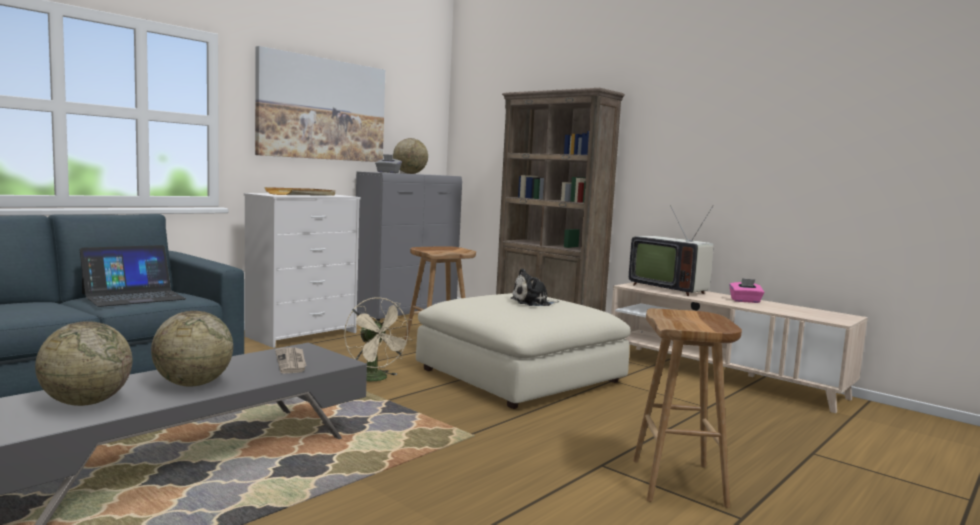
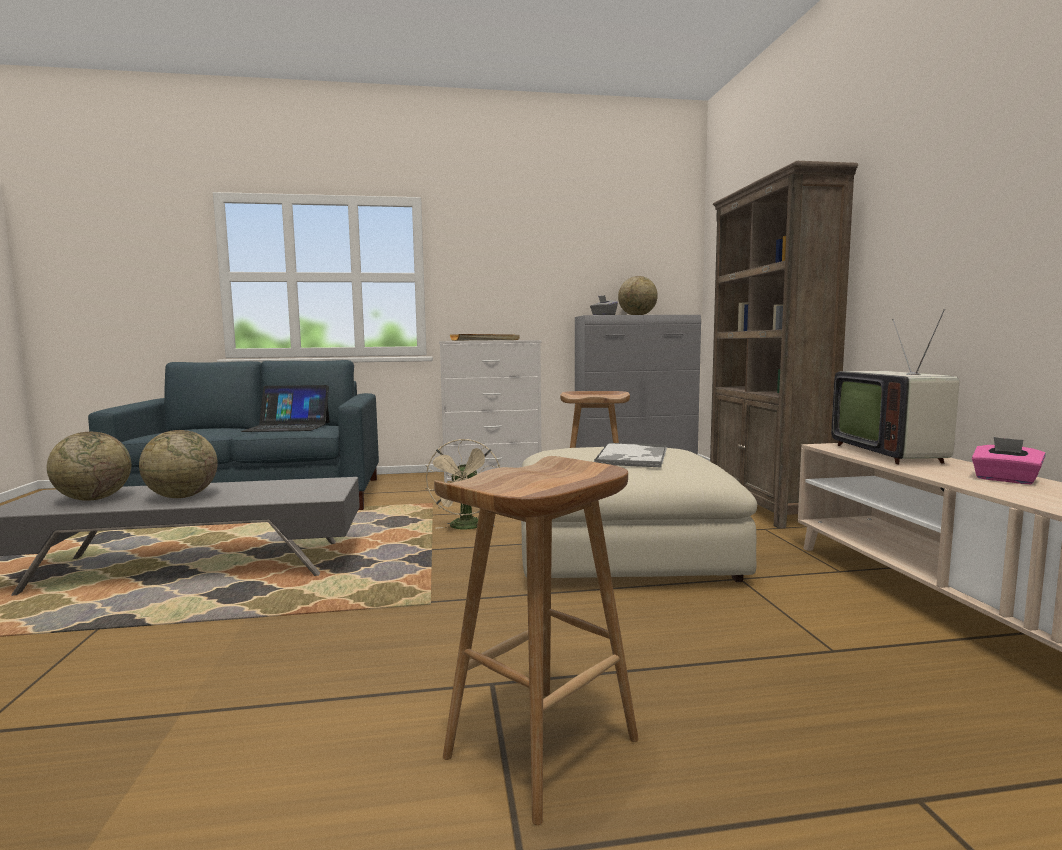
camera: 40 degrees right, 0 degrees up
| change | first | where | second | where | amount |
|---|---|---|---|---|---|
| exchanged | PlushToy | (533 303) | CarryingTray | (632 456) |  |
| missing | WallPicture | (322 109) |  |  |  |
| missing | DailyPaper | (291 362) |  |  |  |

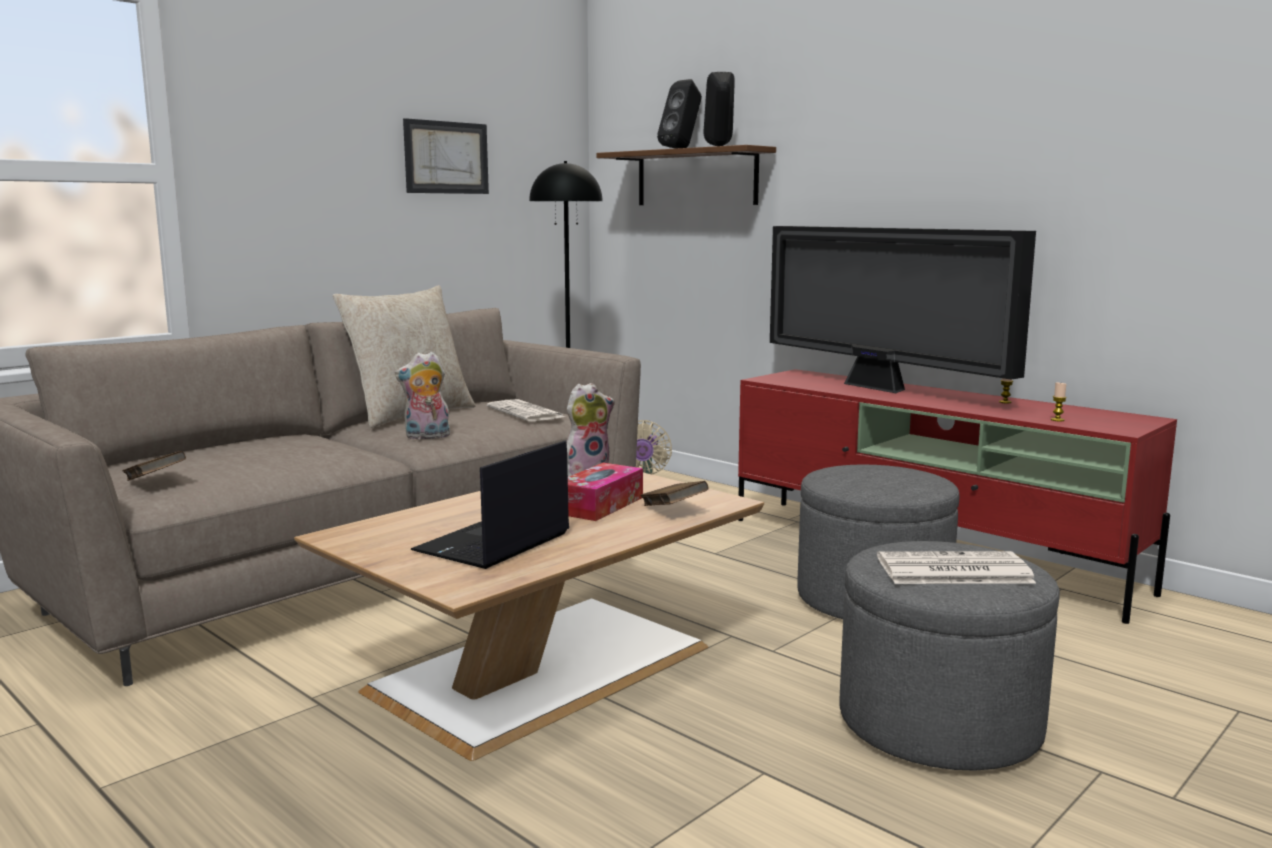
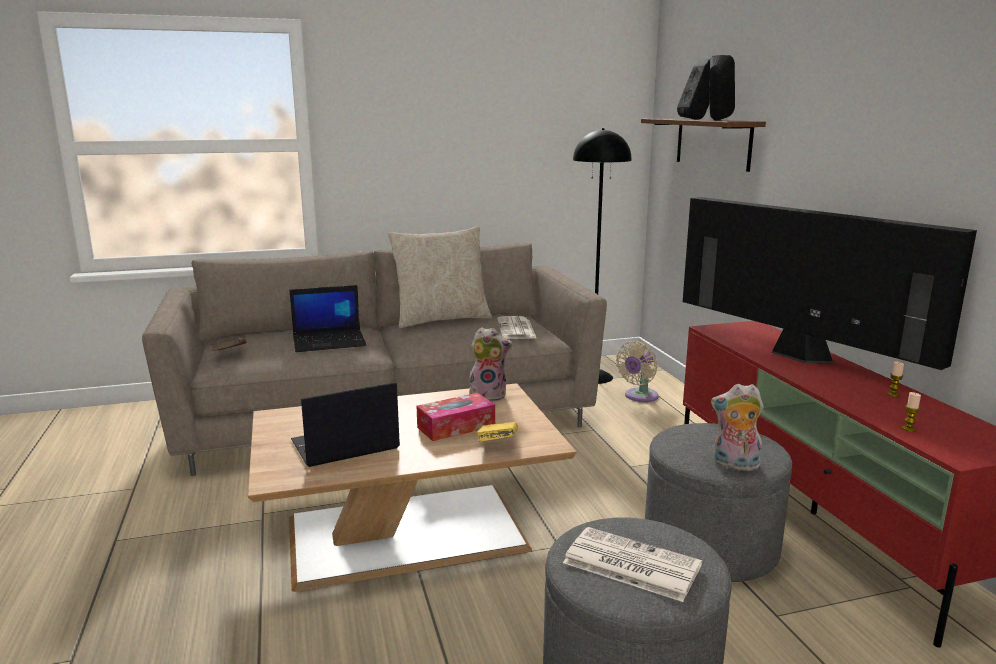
camera: 30 degrees right, 5 degrees up
| change | first | where | second | where | amount |
|---|---|---|---|---|---|
| appeared |  |  | PortableComputer | (330 341) |  |
| colour | BrownColouredBoundBook | (673 510) | YellowBoundBook | (497 444) |  |
| spun | Tv | (879 388) |  | (795 355) | 150 degrees clockwise |
| relocated | PlushToy | (426 437) |  | (734 465) |  |
| missing | WallPicture | (446 157) |  |  |  |

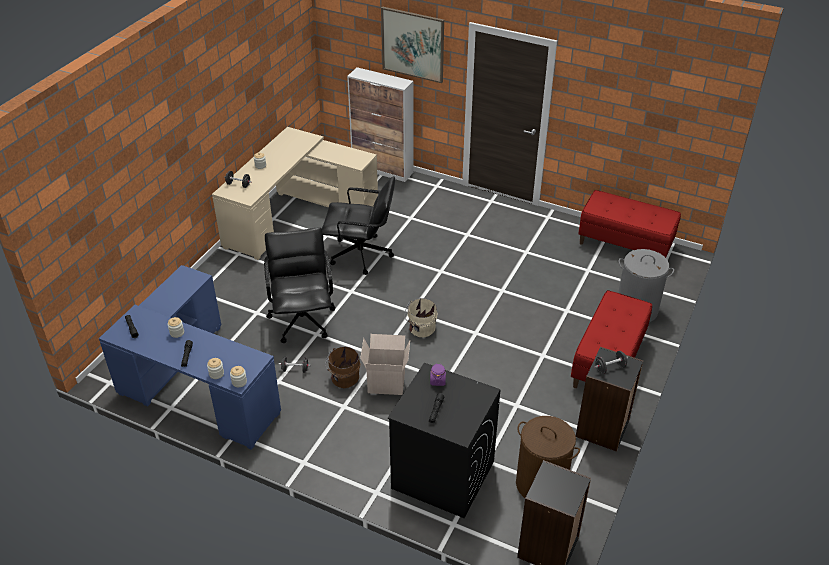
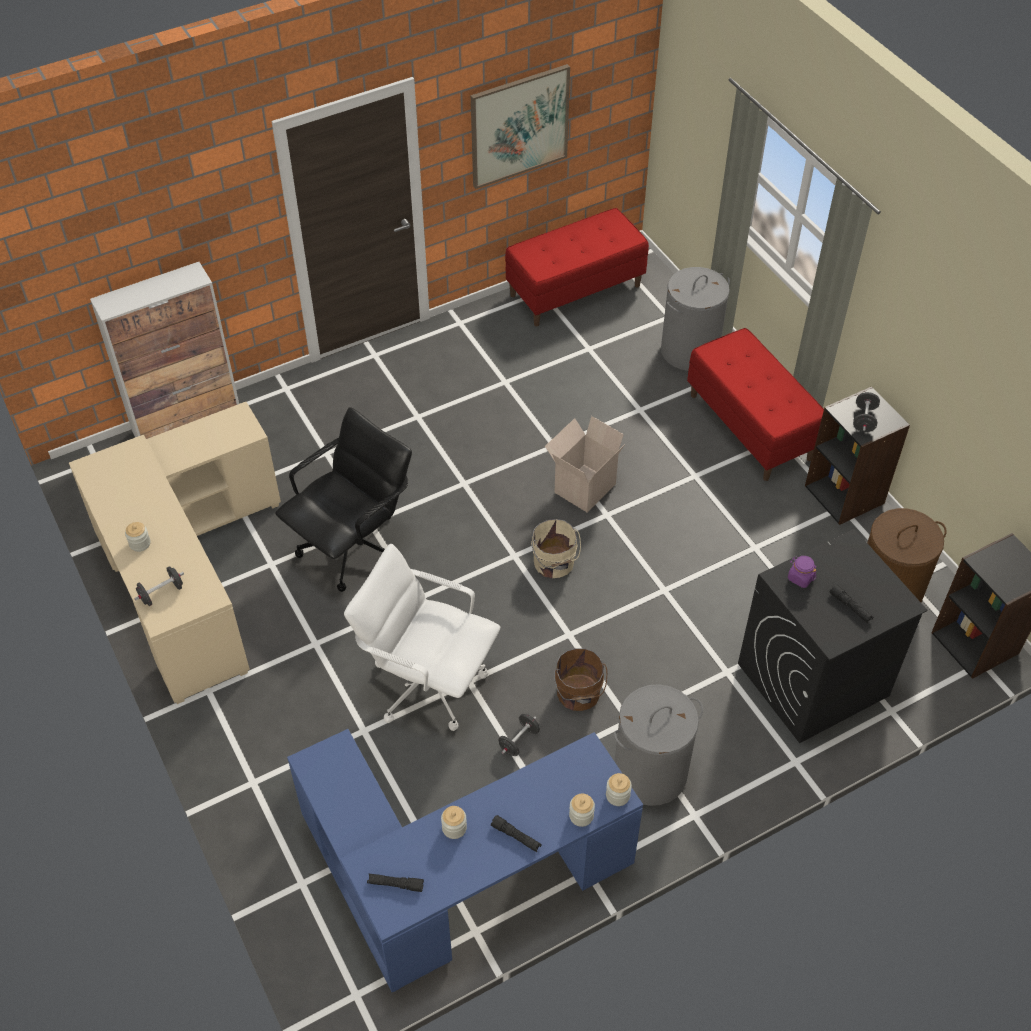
camera: 55 degrees left, 10 degrees up
| change | first | where | second | where | amount |
|---|---|---|---|---|---|
| colour | BlackOfficeChair | (303 320) | WhiteOfficeChair | (428 683) |  |
| relocated | WallPicture | (413 44) |  | (519 126) |  |
| relocated | PackingBox | (387 382) |  | (584 487) |  |
| appeared |  |  | GreyLaundryBasket | (650 773) |  |

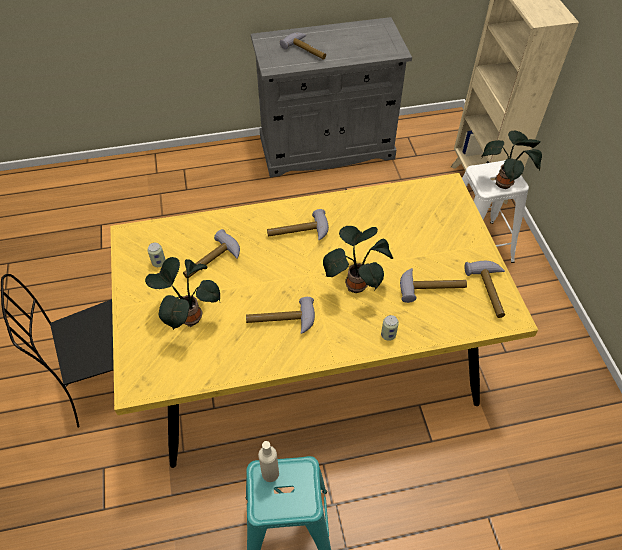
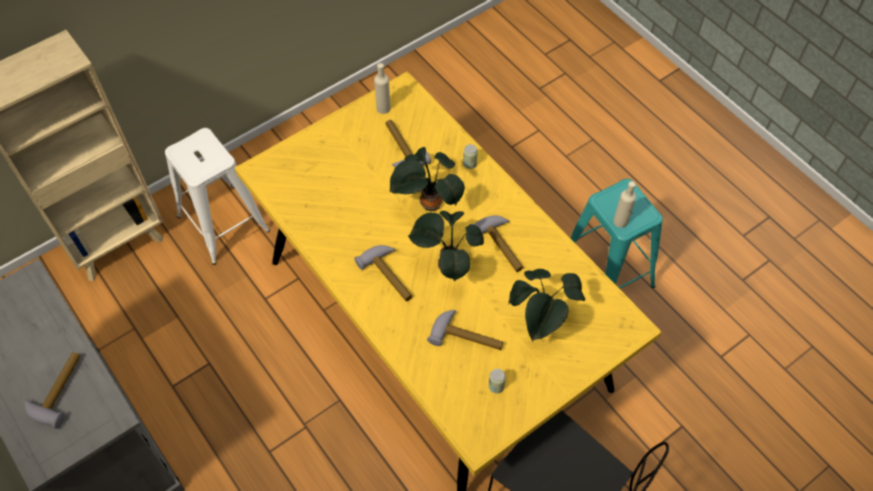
camera: 115 degrees left, 5 degrees up
| change | first | where | second | where | amount |
|---|---|---|---|---|---|
| exchanged | ToolHammer | (490 291) | BeigeDrinkBottle | (383 108) |  |
| relocated | Houseplant | (504 183) |  | (446 267) |  |

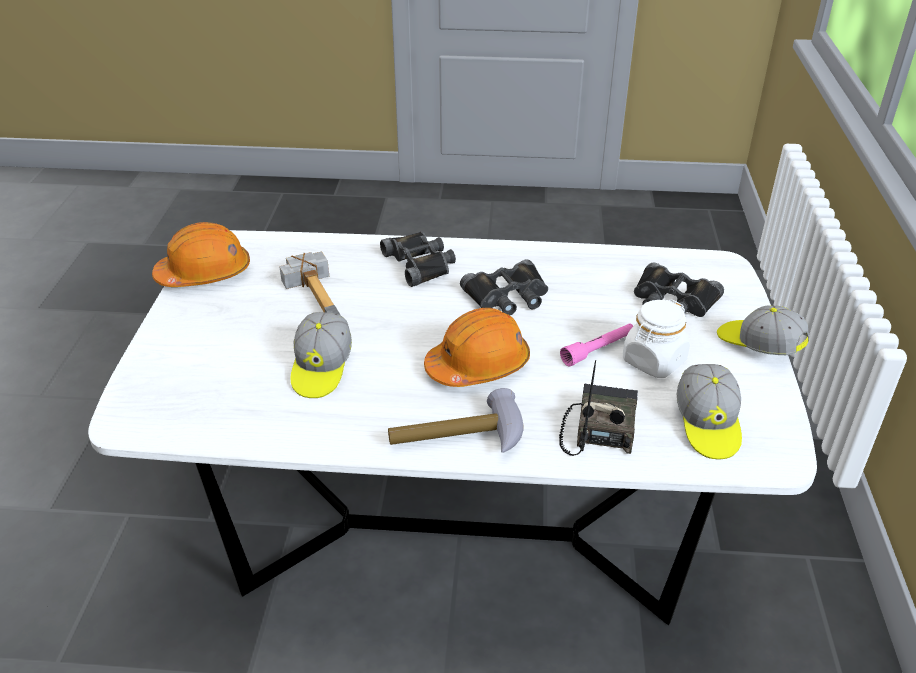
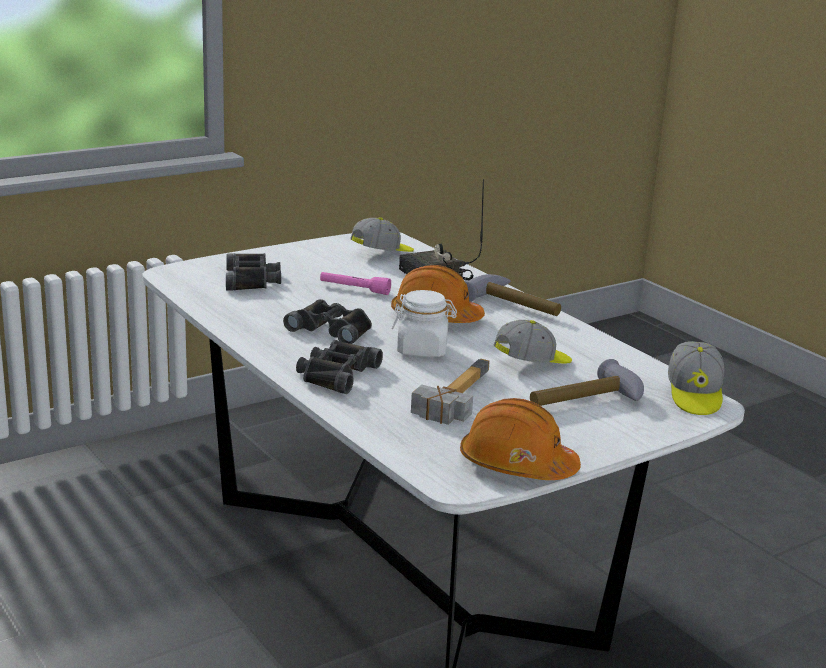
camera: 130 degrees left, 15 degrees down
| change | first | where | second | where | amount |
|---|---|---|---|---|---|
| relocated | WhiteJar | (653 361) |  | (422 350) |  |
| appeared |  |  | ToolHammer | (586 402) |  |
| relocated | Cap | (758 346) |  | (694 395) |  |

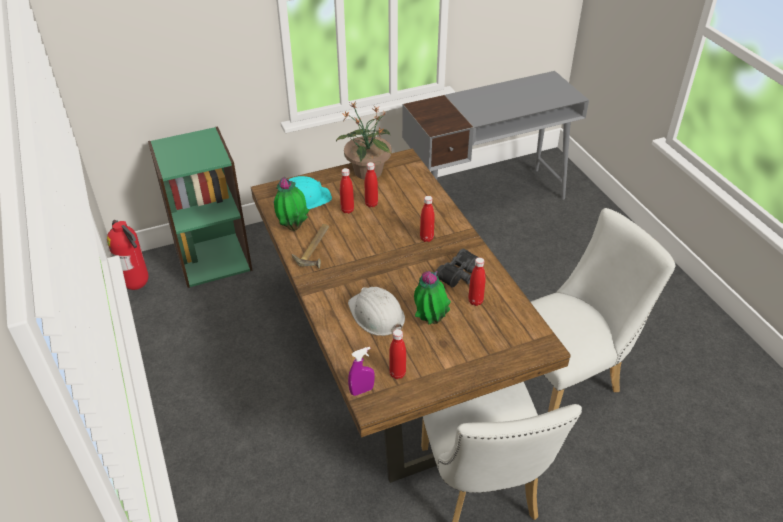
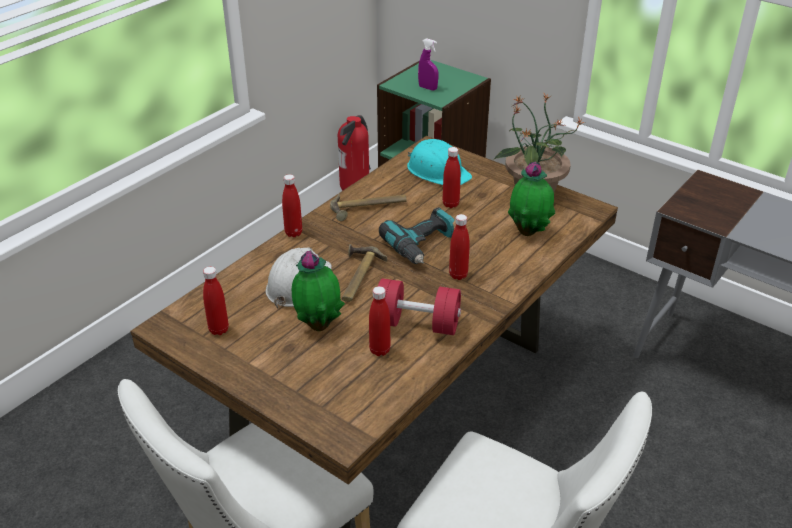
camera: 60 degrees right, 5 degrees down
| change | first | where | second | where | amount |
|---|---|---|---|---|---|
| relocated | ReddishDrinkBottle | (371 204) |  | (293 233) |  |
| appeared |  |  | ToolHammer | (356 277) |  |
| exchanged | BlackFieldGlasses | (461 275) | ReddishDumbbell | (417 324) |  |
| appeared |  |  | PowerDrill | (422 245) |  |
| relocated | PurpleColouredSprayer | (362 390) |  | (427 88) |  |
| relocated | Houseplant | (293 227) |  | (529 232) |  |

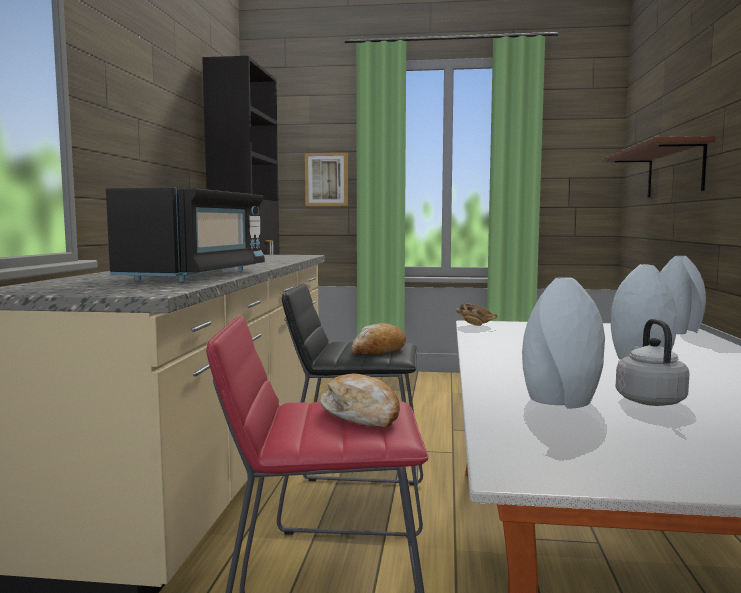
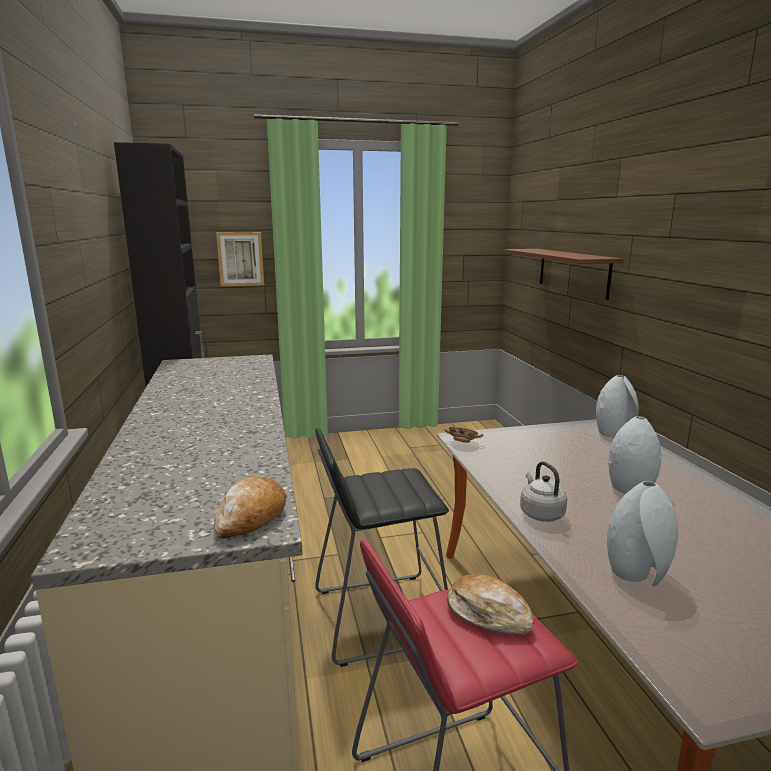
camera: 20 degrees left, 10 degrees up
| change | first | where | second | where | amount |
|---|---|---|---|---|---|
| relocated | BakedBread | (378 350) |  | (250 517) |  |
| relocated | GreyKettle | (648 400) |  | (540 513) |  |
| missing | BlackMicrowave | (196 275) |  |  |  |

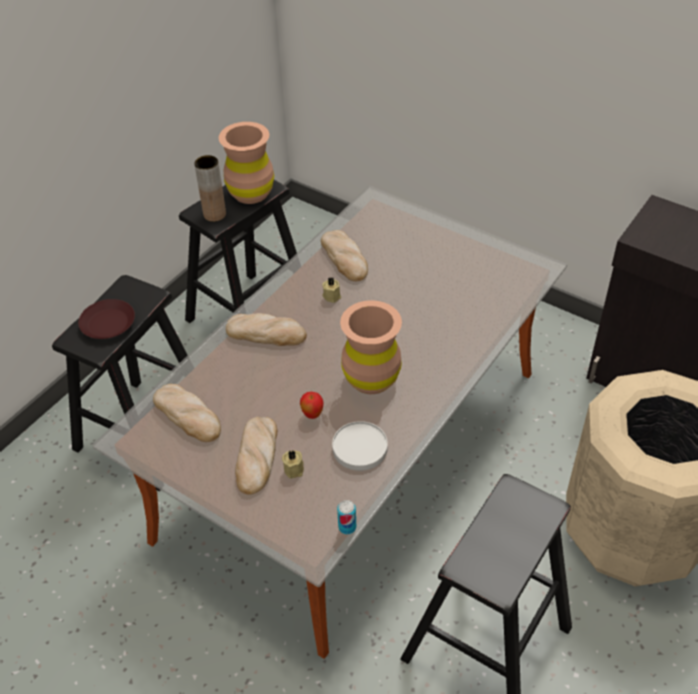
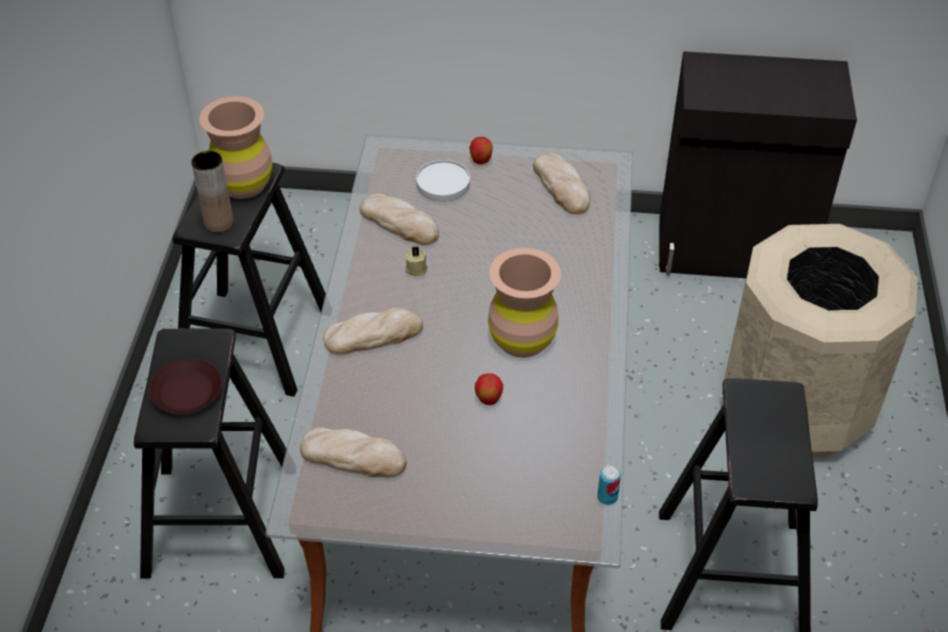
camera: 30 degrees left, 0 degrees up
| change | first | where | second | where | amount |
|---|---|---|---|---|---|
| relocated | WhiteDinnerPlate | (359 448) |  | (442 183) |  |
| appeared |  |  | WholeApple | (480 162) |  |
| relocated | BakedBread | (257 457) |  | (562 186) |  |
| missing | BeigeWaxLight | (294 469) |  |  |  |

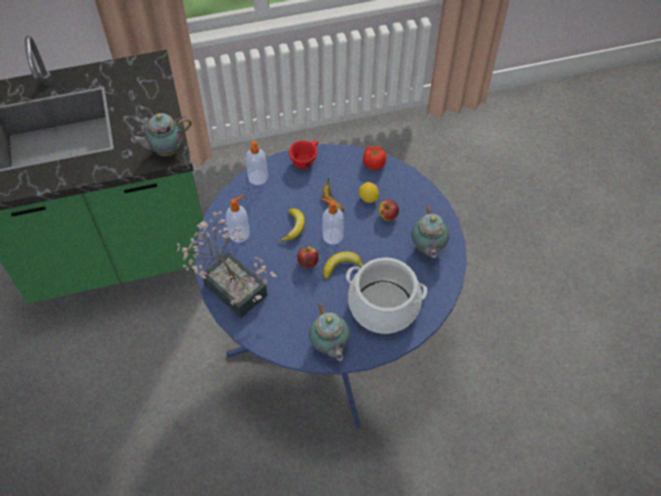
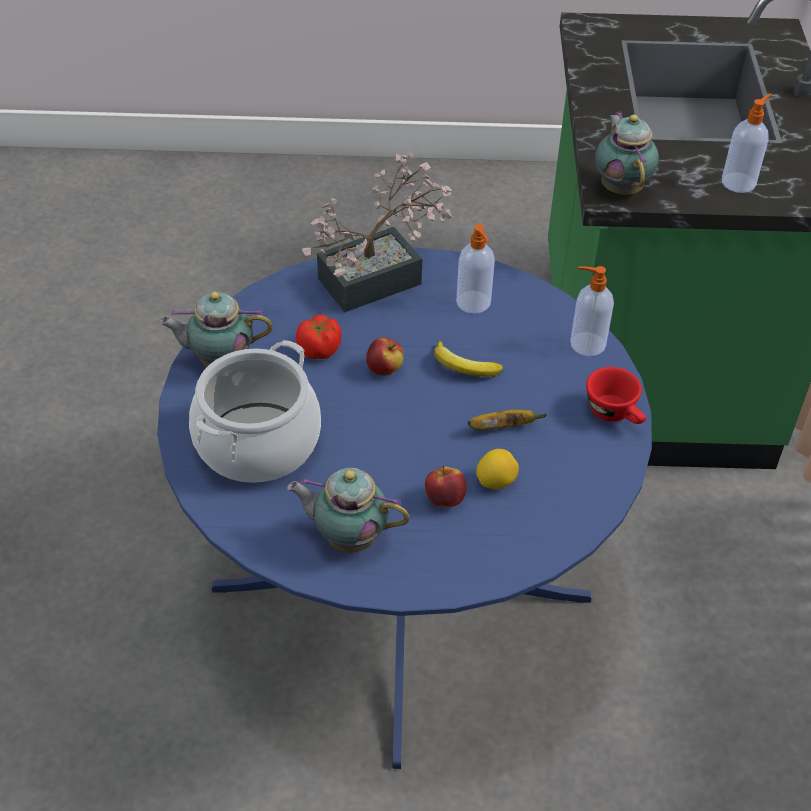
camera: 105 degrees right, 10 degrees down
| change | first | where | second | where | amount |
|---|---|---|---|---|---|
| relocated | Tomato | (373 163) |  | (319 349) |  |
| relocated | LiquidSoapBottle | (332 236) |  | (739 182) |  |
| missing | Banana | (342 267) |  |  |  |

